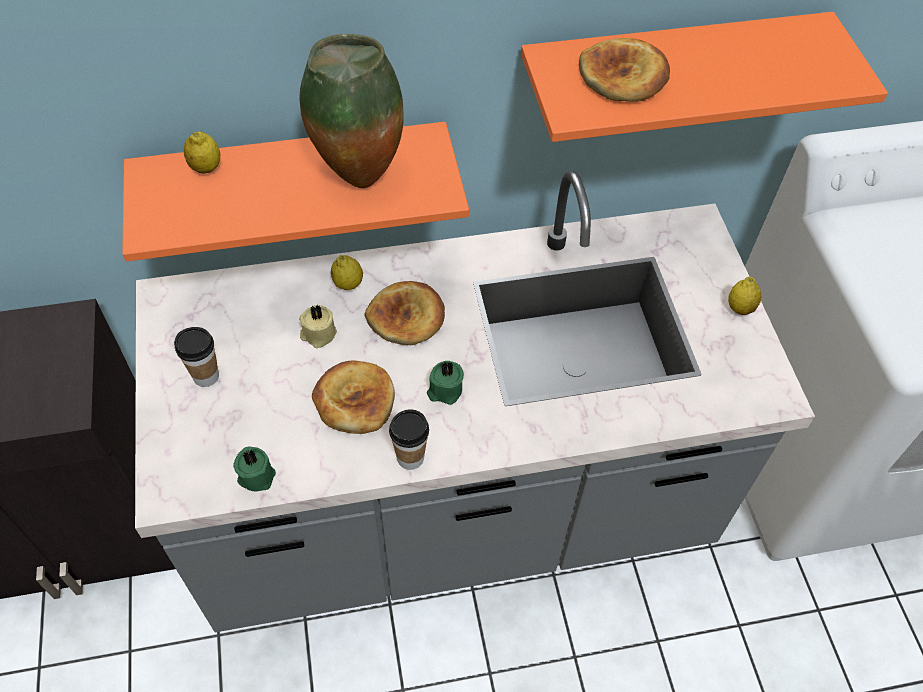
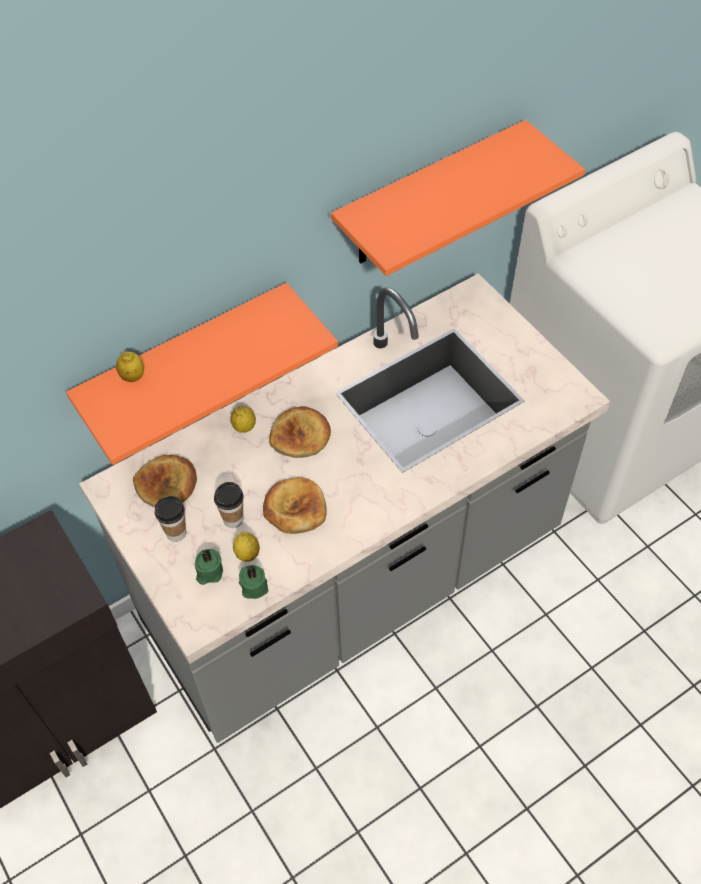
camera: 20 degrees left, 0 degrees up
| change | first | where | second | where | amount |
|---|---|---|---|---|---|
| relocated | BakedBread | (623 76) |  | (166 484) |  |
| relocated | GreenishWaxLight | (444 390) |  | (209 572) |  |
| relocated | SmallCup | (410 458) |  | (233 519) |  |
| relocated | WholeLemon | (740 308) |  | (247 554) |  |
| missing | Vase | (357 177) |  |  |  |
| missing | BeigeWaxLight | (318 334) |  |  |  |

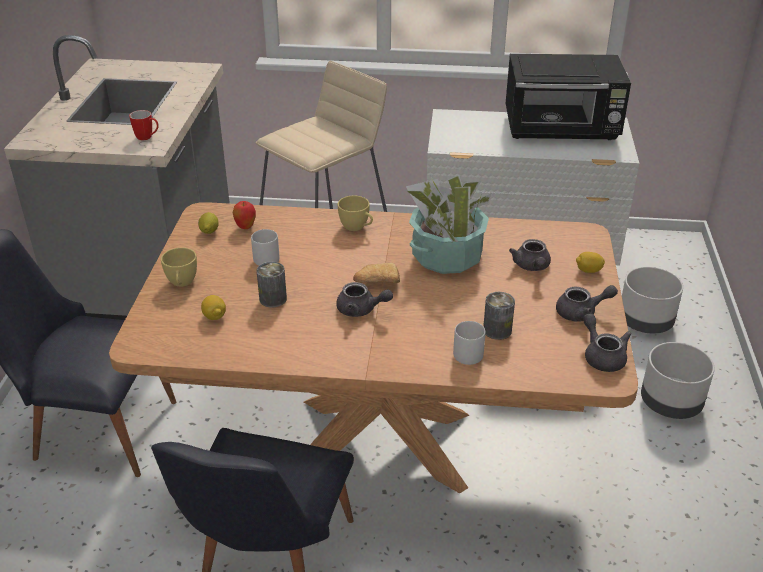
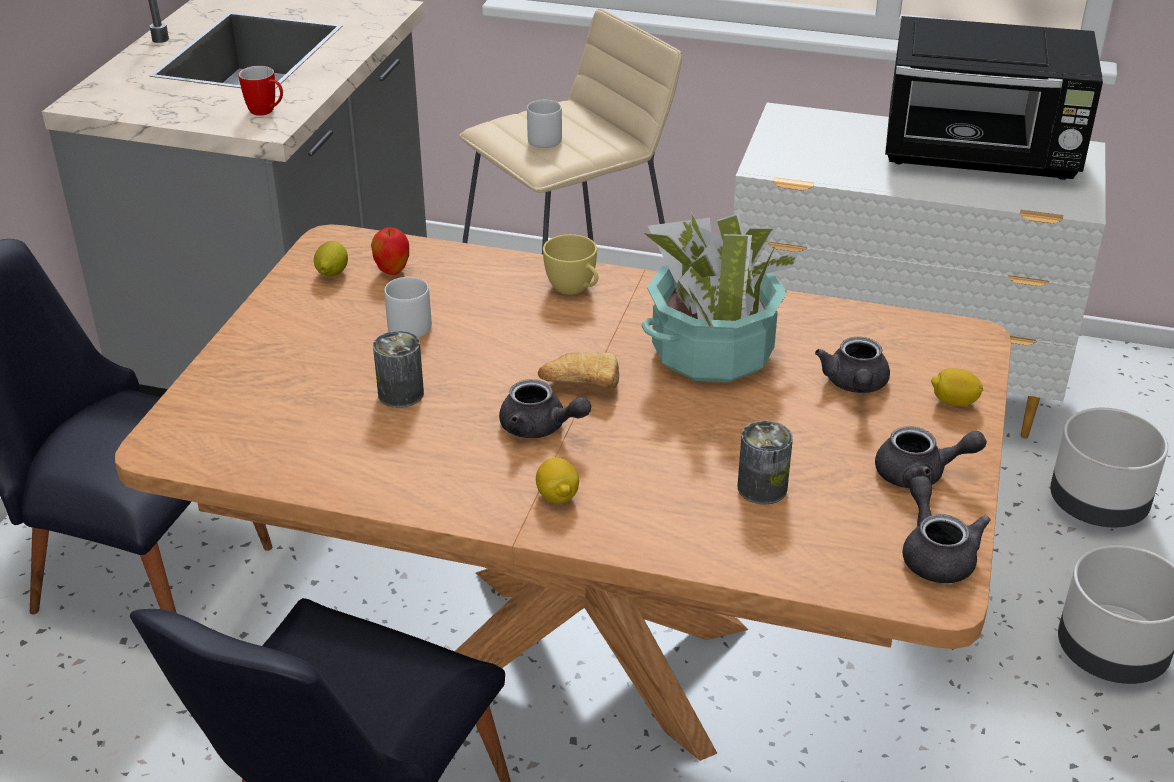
camera: 10 degrees right, 0 degrees up
| change | first | where | second | where | amount |
|---|---|---|---|---|---|
| relocated | GreyTeaMug | (469 353) |  | (547 139) |  |
| relocated | WholeLemon | (214 316) |  | (557 496) |  |
| missing | YellowSmallCup | (182 283) |  |  |  |

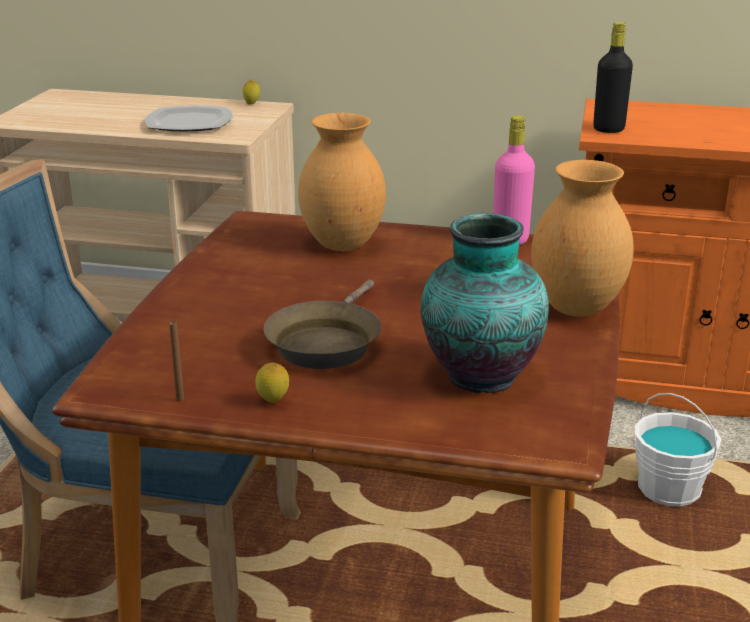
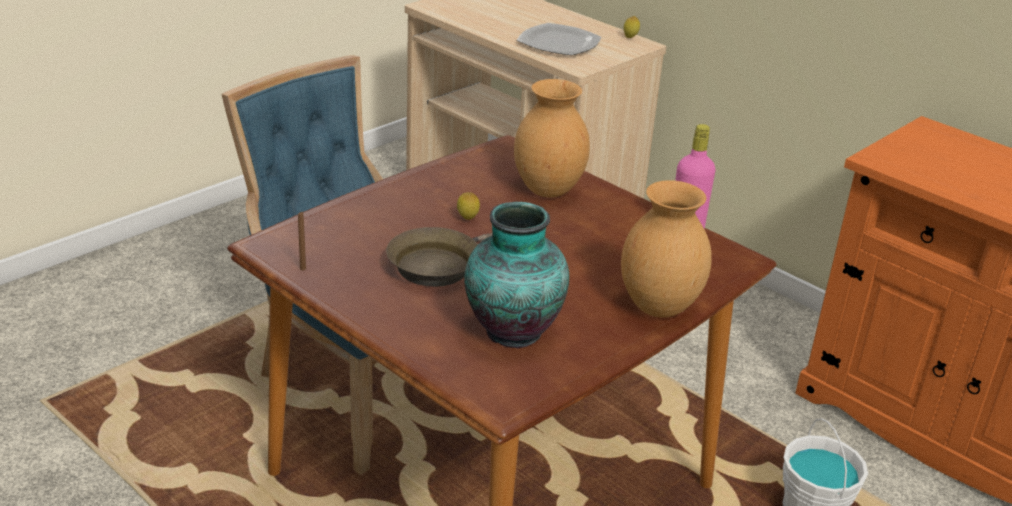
camera: 30 degrees right, 5 degrees up
| change | first | where | second | where | amount |
|---|---|---|---|---|---|
| relocated | WholeLemon | (273 402) |  | (467 219) |  |
| missing | BlackDrinkBottle | (608 129) |  |  |  |

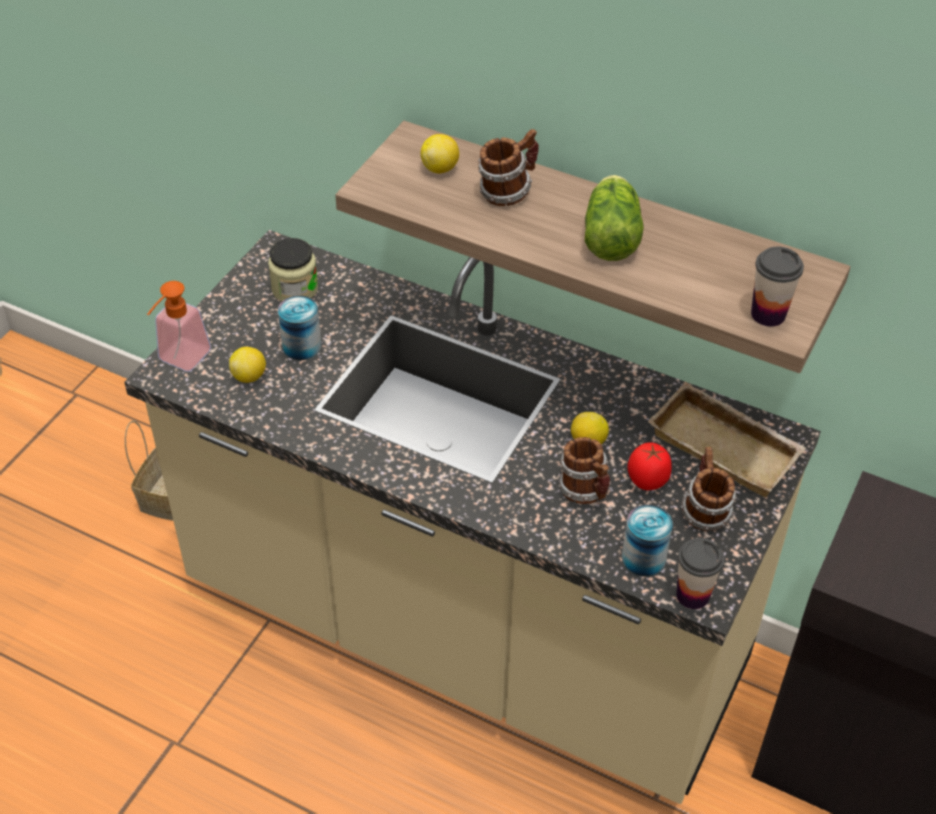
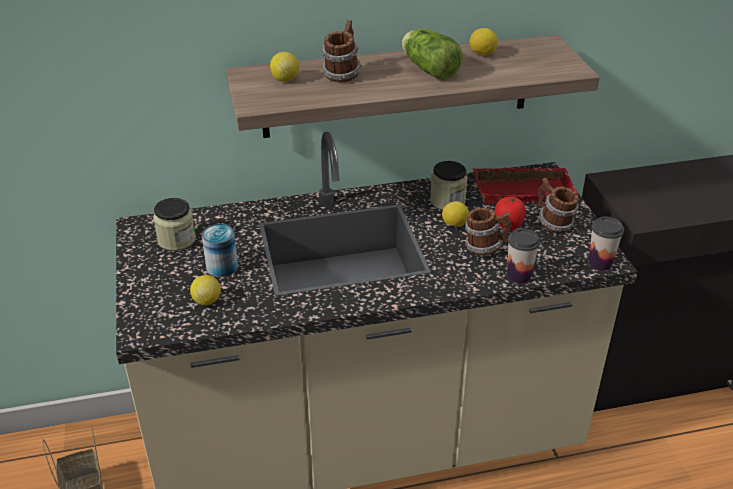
camera: 40 degrees left, 10 degrees down
| change | first | where | second | where | amount |
|---|---|---|---|---|---|
| appeared |  |  | Jar | (447 201) |  |
| appeared |  |  | WholeLemon | (482 54) |  |
| colour | BeigeCarryingTray | (727 446) | ReddishCarryingTray | (523 190) |  |
| relocated | SmallCup | (768 314) |  | (518 276) |  |
| missing | LiquidSoapBottle | (180 361) |  |  |  |
| missing | SealedCan | (643 558) |  |  |  |

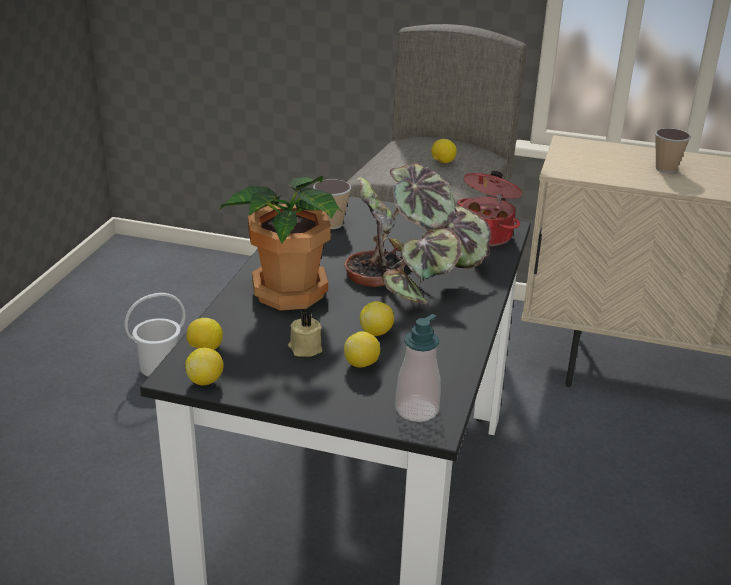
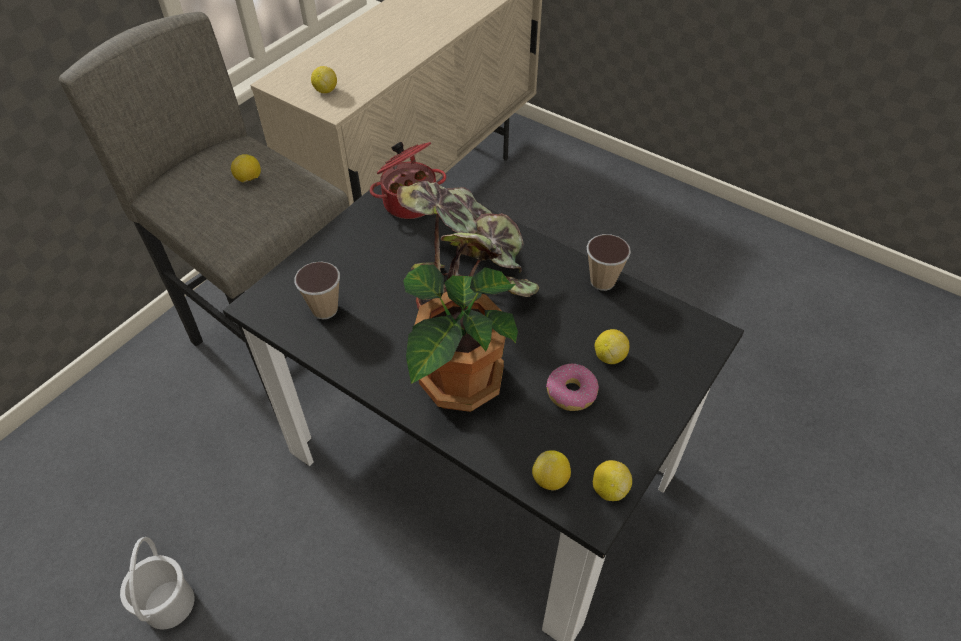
camera: 70 degrees left, 20 degrees up
| change | first | where | second | where | amount |
|---|---|---|---|---|---|
| relocated | WholeLemon | (376 332) |  | (325 90) |  |
| exchanged | BeigeWaxLight | (305 348) | RingDoughnut | (571 393) |  |
| relocated | SmallCup | (666 169) |  | (602 281) |  |
| missing | LiquidSoapBottle | (417 410) |  |  |  |

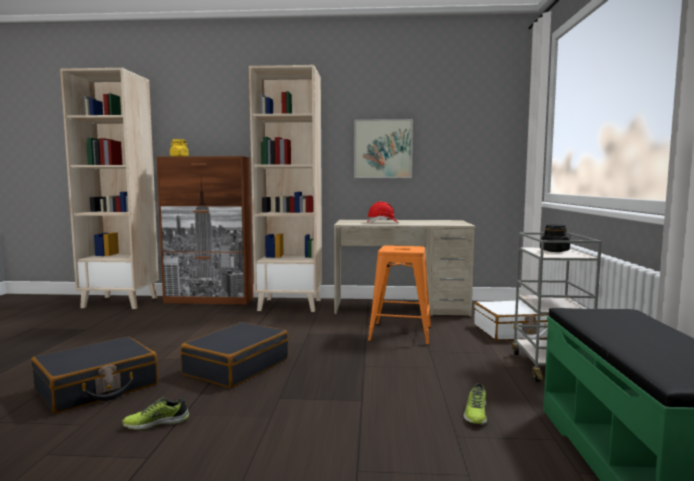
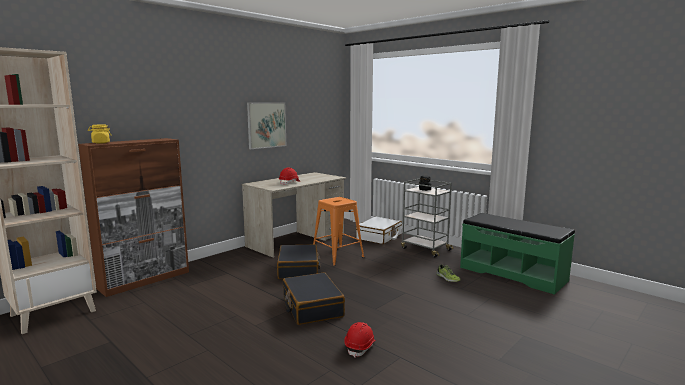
camera: 50 degrees left, 5 degrees up
| change | first | where | second | where | amount |
|---|---|---|---|---|---|
| relocated | BlackSuitcase | (97 388) |  | (298 269) |  |
| exchanged | LowShoe | (157 422) | ReddishHardHat | (360 347) |  |
| missing | BeigeBookshelf | (290 305) |  |  |  |

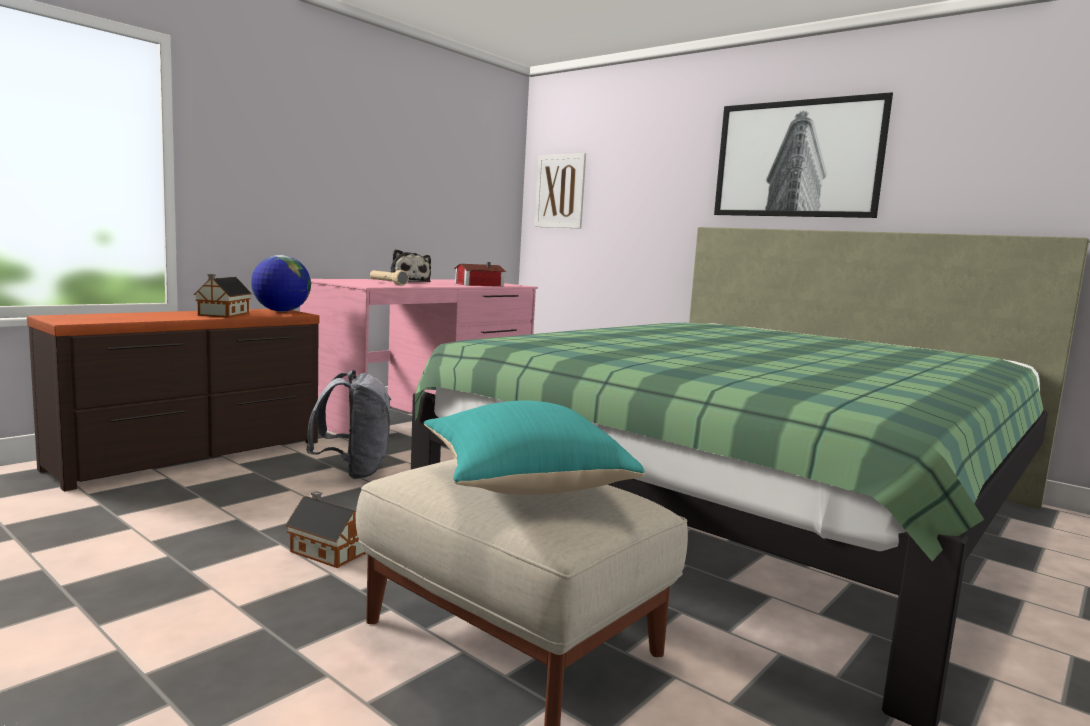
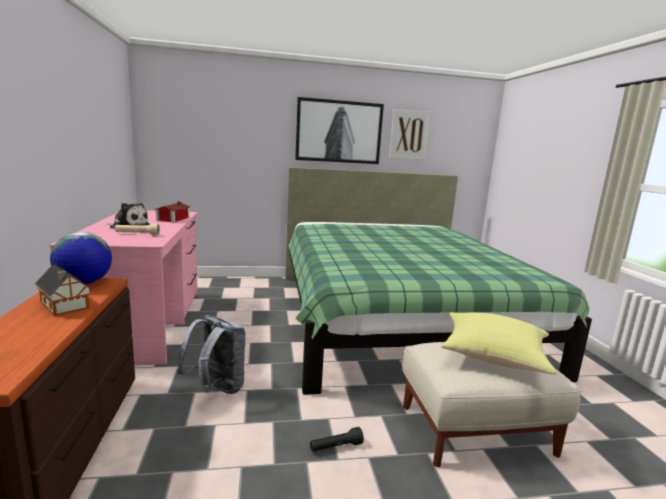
camera: 50 degrees left, 5 degrees up
| change | first | where | second | where | amount |
|---|---|---|---|---|---|
| exchanged | ToyHouse | (327 551) | BlackHandTorch | (336 447) |  |
| relocated | WallPicture | (560 191) |  | (409 135) |  |
| colour | TurquoiseCushion | (521 484) | YellowCushion | (492 358) |  |

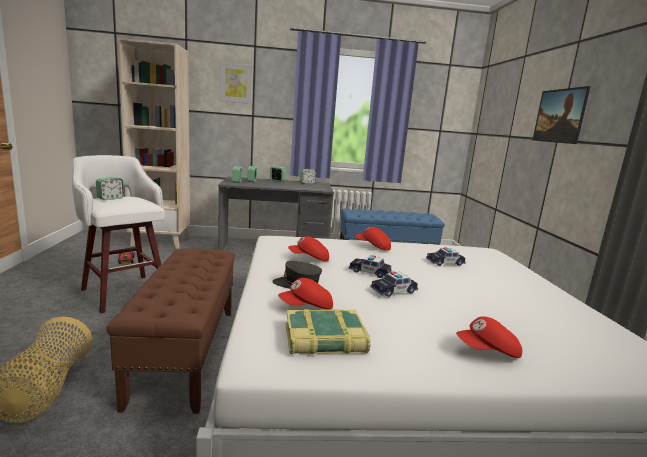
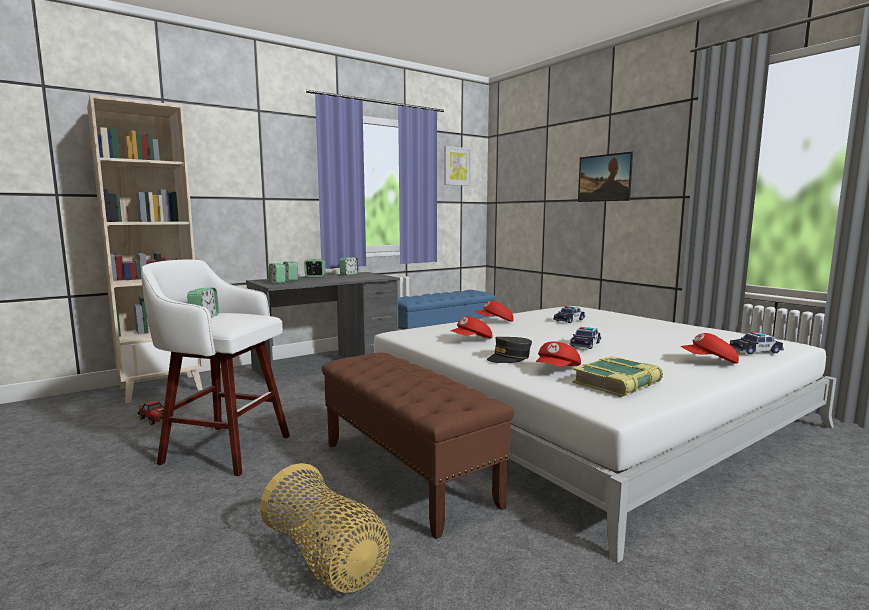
camera: 30 degrees left, 5 degrees down
| change | first | where | second | where | amount |
|---|---|---|---|---|---|
| relocated | WallPicture | (236 83) |  | (457 166) |  |
| spun | ReddishCap | (488 352) |  | (709 361) | 45 degrees clockwise |
| relocated | MiniatureCar | (369 272) |  | (755 351) |  |

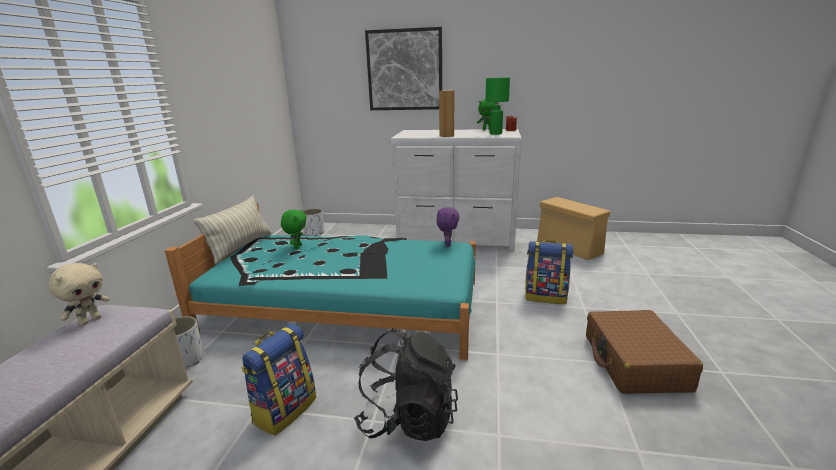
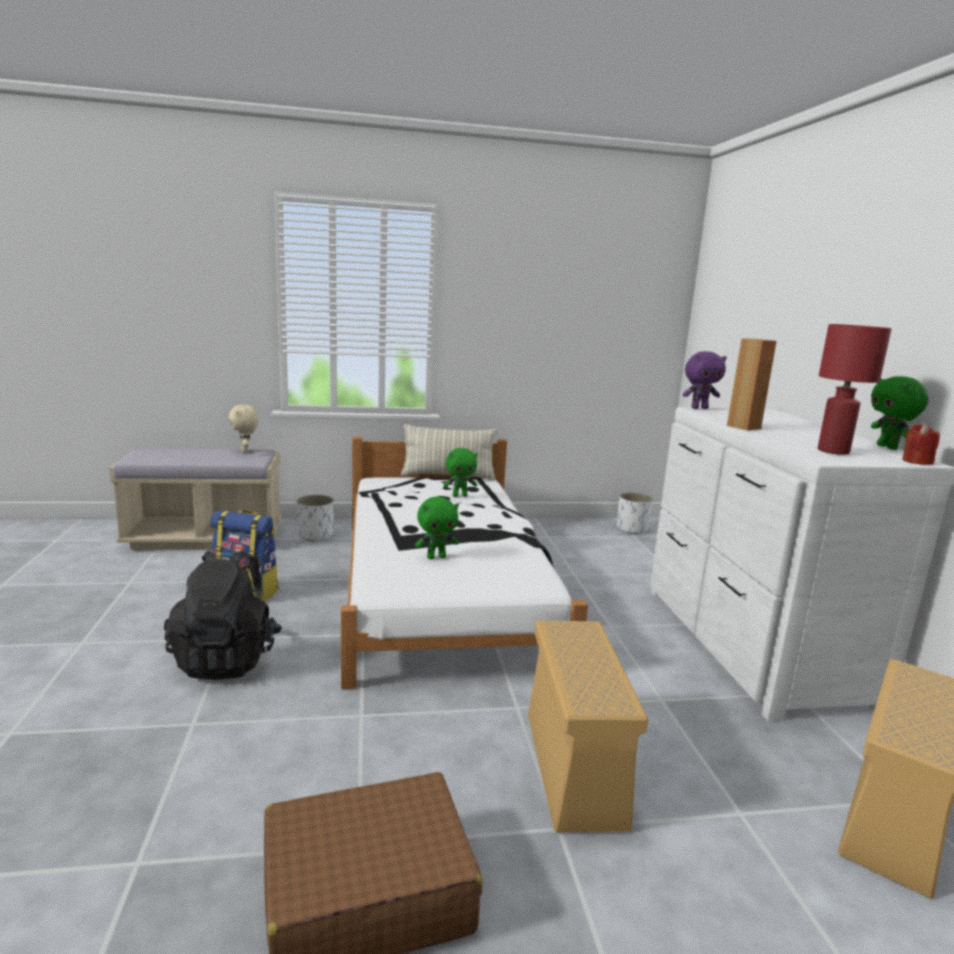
camera: 70 degrees right, 5 degrees down
| change | first | where | second | where | amount |
|---|---|---|---|---|---|
| spun | BeigePlushToy | (90 320) |  | (245 451) | 60 degrees clockwise |
| colour | TurquoiseBedroomBed | (345 306) | WhiteBedroomBed | (441 586) |  |
| appeared |  |  | GreenishPlushToy | (436 557) |  |
| exchanged | Rucksack | (546 296) | BeigeStorageBox | (575 769) |  |
| relocated | PurpleColouredPlushToy | (447 244) |  | (699 408) |  |
| colour | GreenishLampForATable | (495 134) | ReddishLampForATable | (832 451) |  |
| missing | WallPicture | (404 70) |  |  |  |

